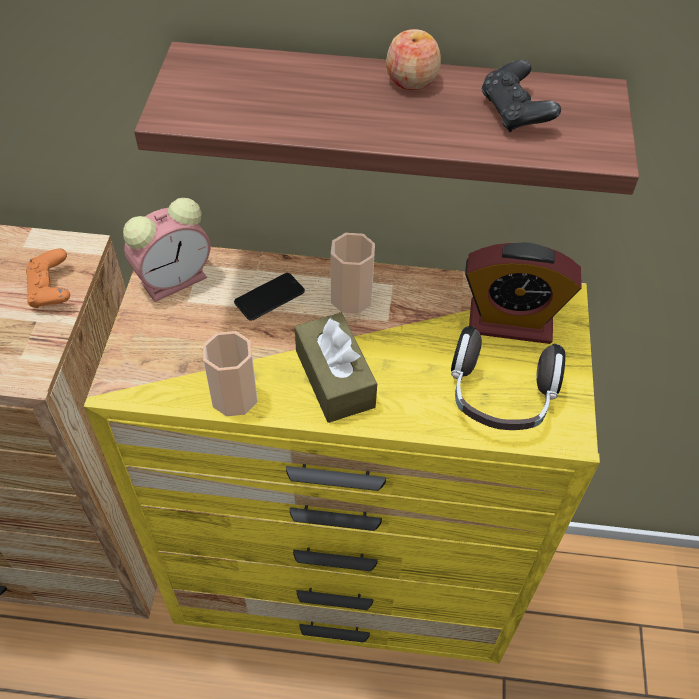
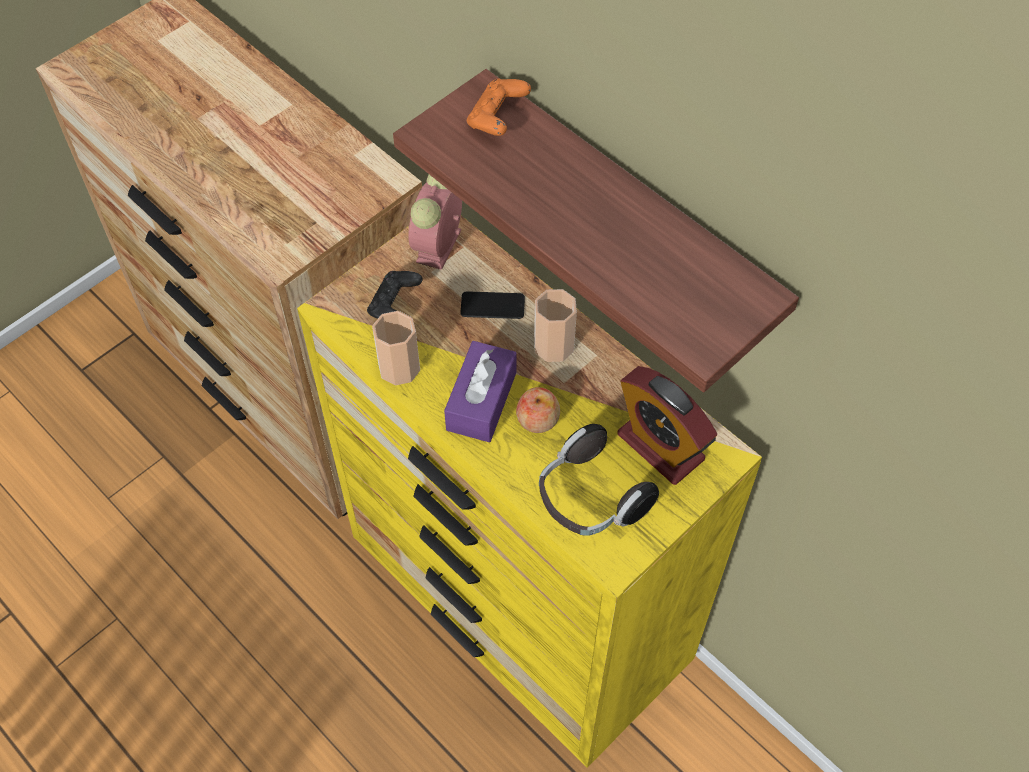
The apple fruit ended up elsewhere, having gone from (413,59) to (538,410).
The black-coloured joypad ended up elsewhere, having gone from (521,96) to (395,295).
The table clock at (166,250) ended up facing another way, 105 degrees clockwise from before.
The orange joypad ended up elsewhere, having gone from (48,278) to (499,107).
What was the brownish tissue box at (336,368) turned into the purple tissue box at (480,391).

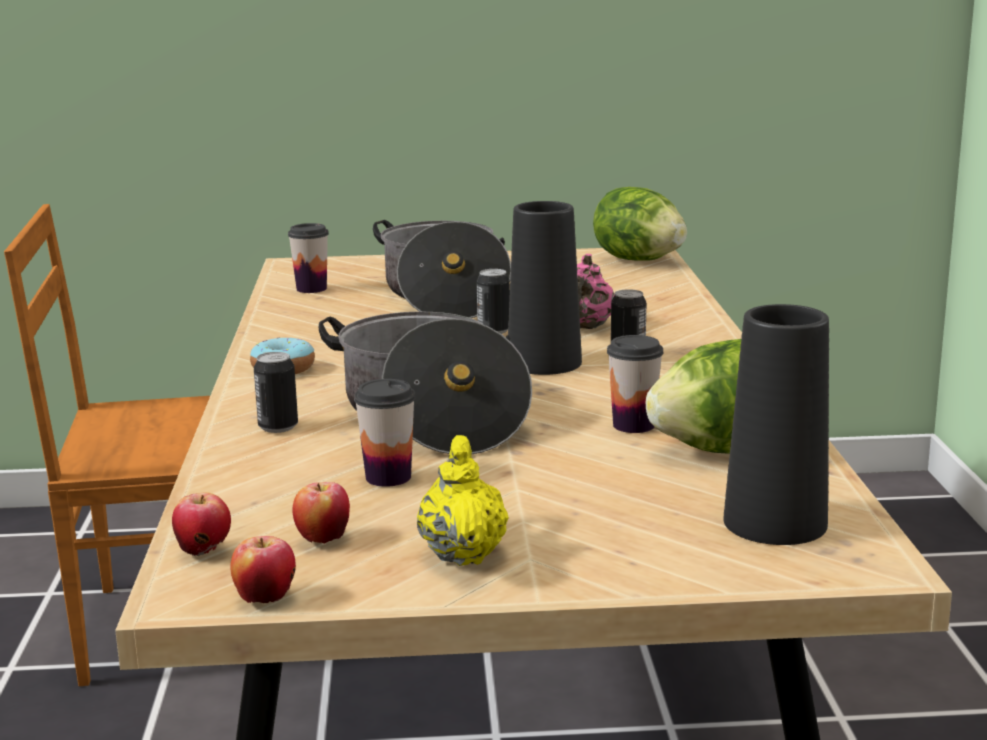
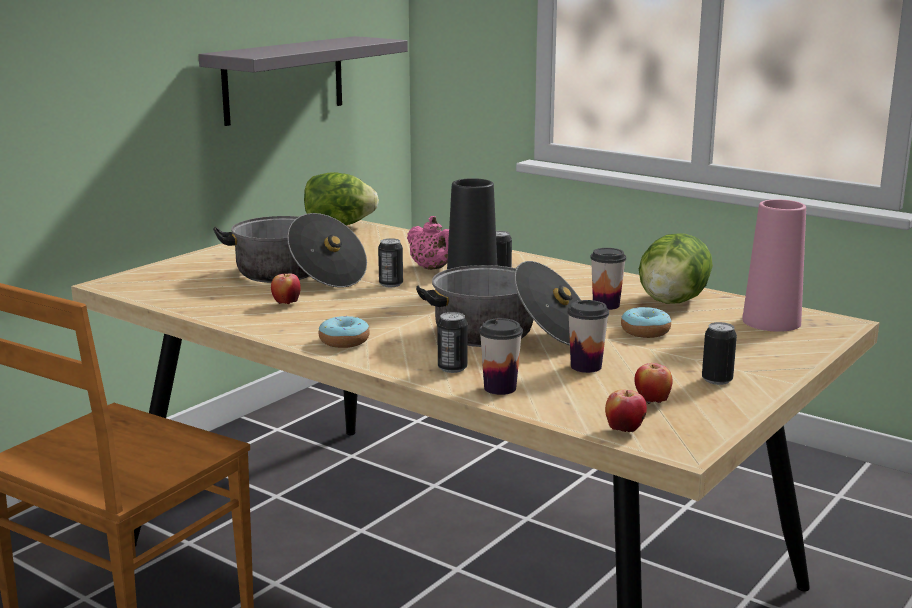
The cup ended up elsewhere, having gone from (308,258) to (501,356).
What was the black-coloured flower vase at (776,424) turned into the pink-coloured flower vase at (774,265).
Where the yellow tea pot stood at (463,500), the can came to stand at (719,353).
The apple fruit ended up elsewhere, having gone from (263,569) to (286,288).
The second view gained the gray shelf at (303,81).
The second view gained the donut at (646,322).

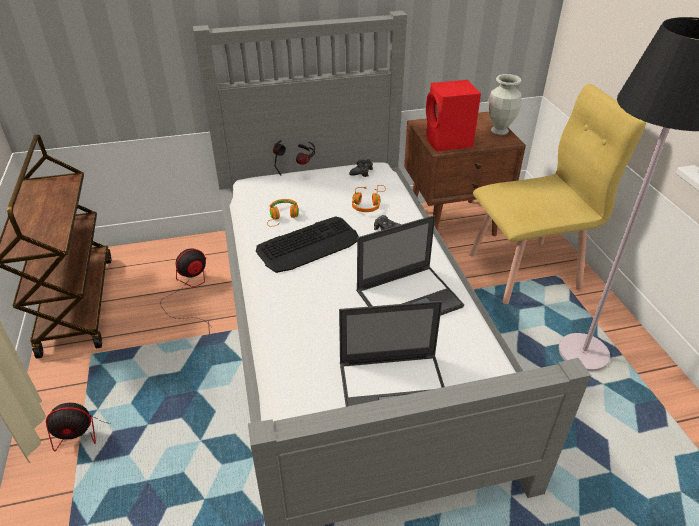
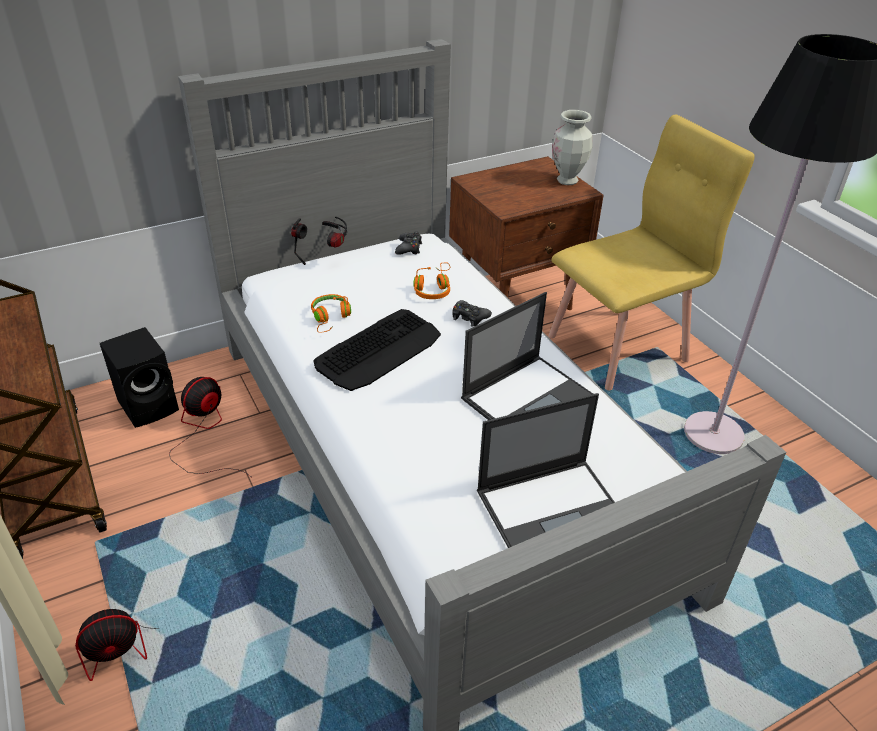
The second view lost the red-coloured speaker at (453,115).
The second view gained the black-coloured speaker at (139,377).

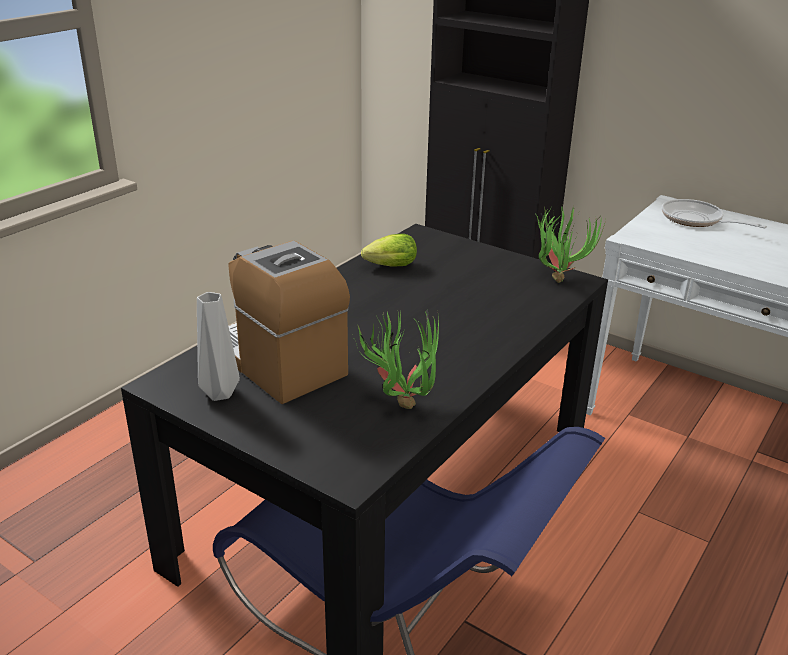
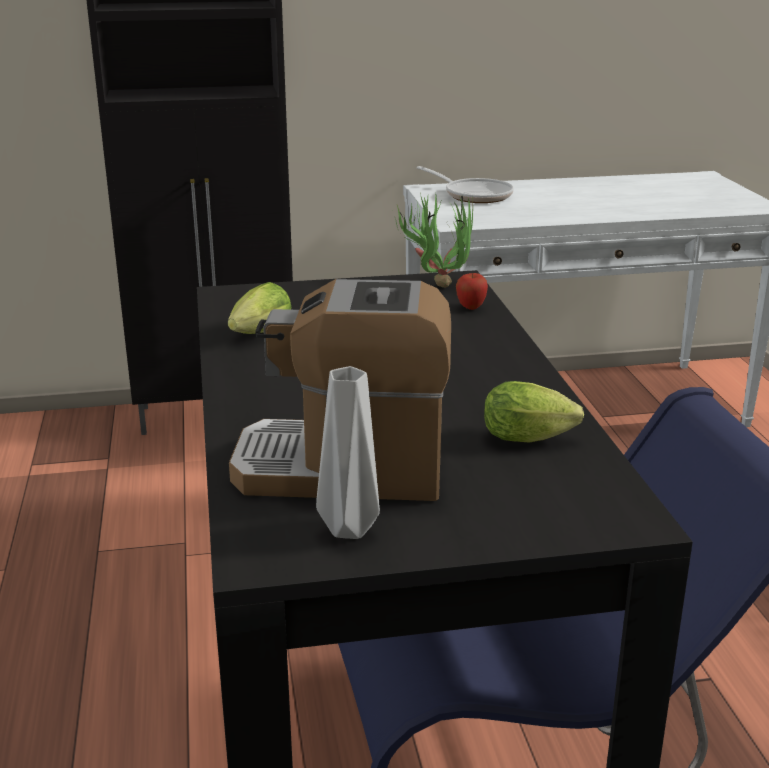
The frying pan at (714,213) ended up facing another way, 135 degrees counterclockwise from before.
Where the plant in a pot stood at (395,359), the lettuce head came to stand at (534,412).
The second view gained the apple fruit at (472,291).

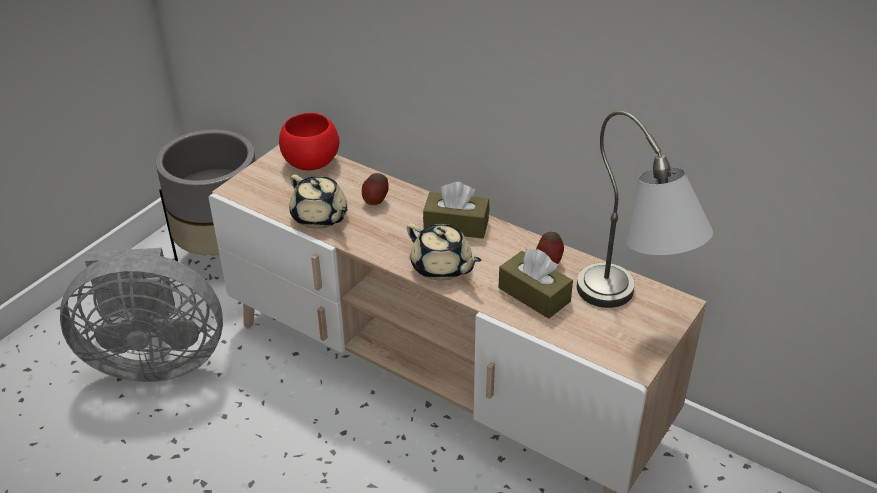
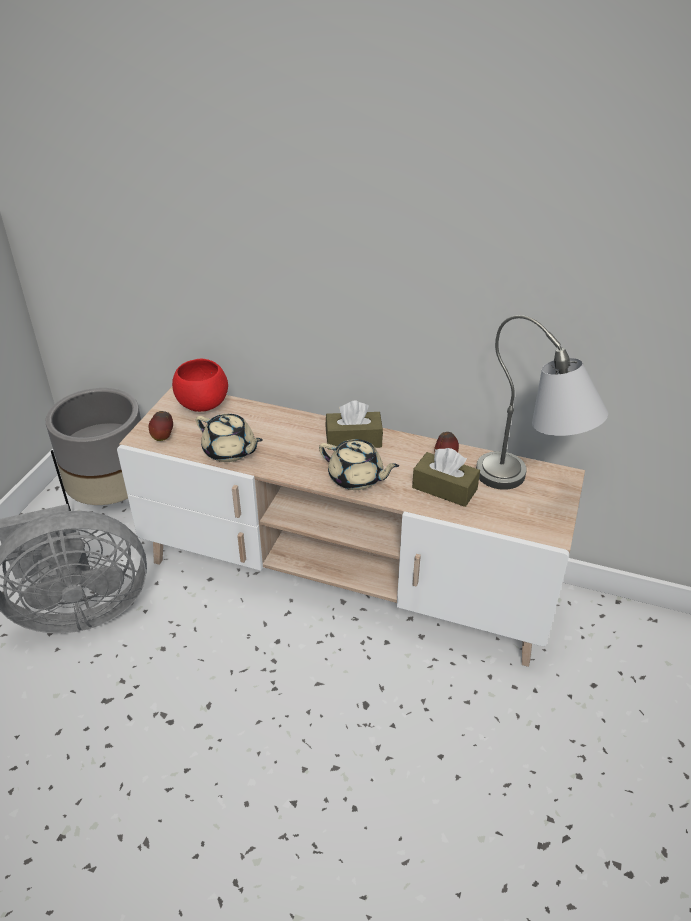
The apple fruit ended up elsewhere, having gone from (375,189) to (161,426).

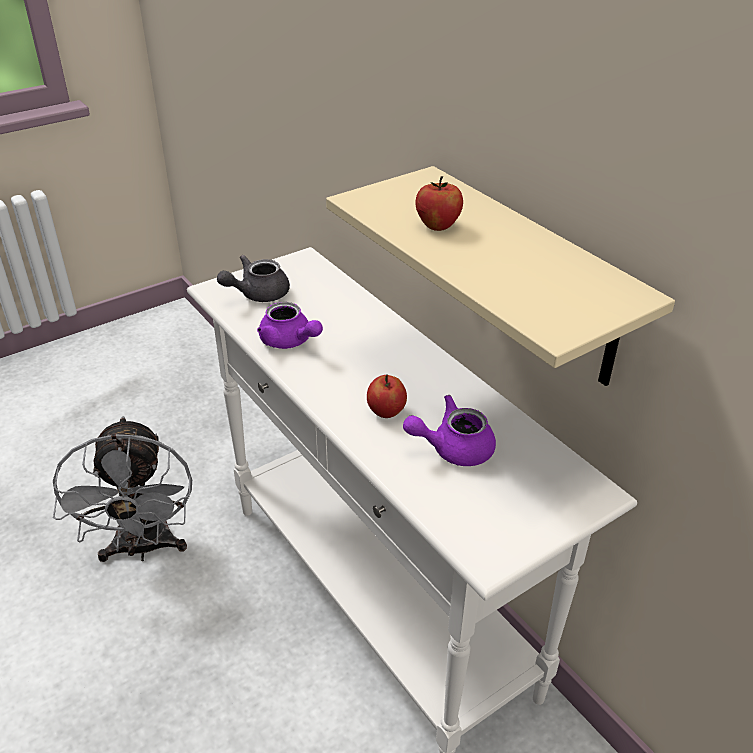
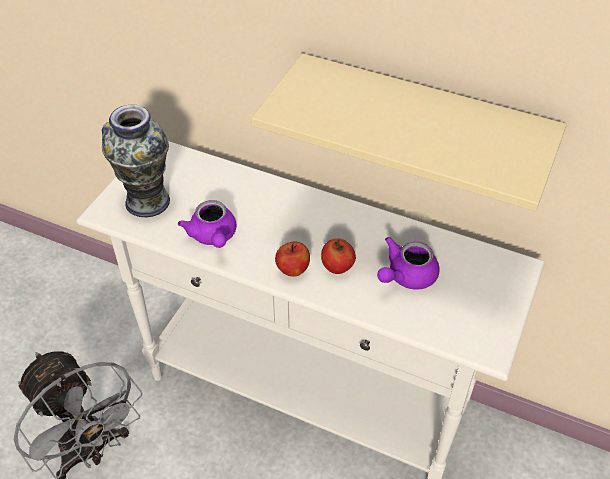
The apple fruit ended up elsewhere, having gone from (439,203) to (292,259).
Where the gray tea pot stood at (253,278), the flower vase came to stand at (136,161).
The purple tea pot at (290,325) ended up facing another way, 60 degrees clockwise from before.

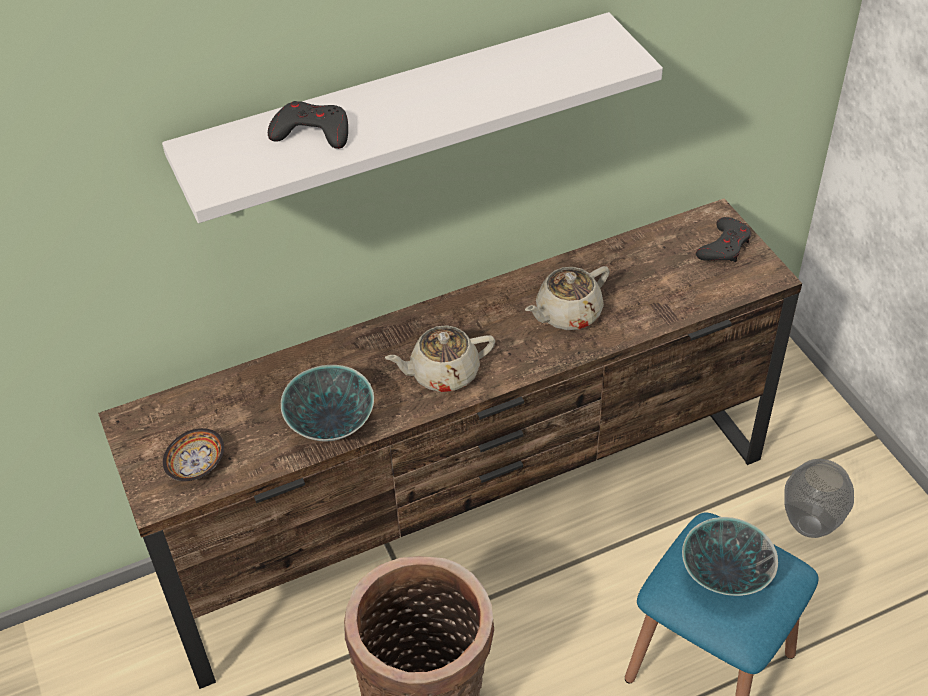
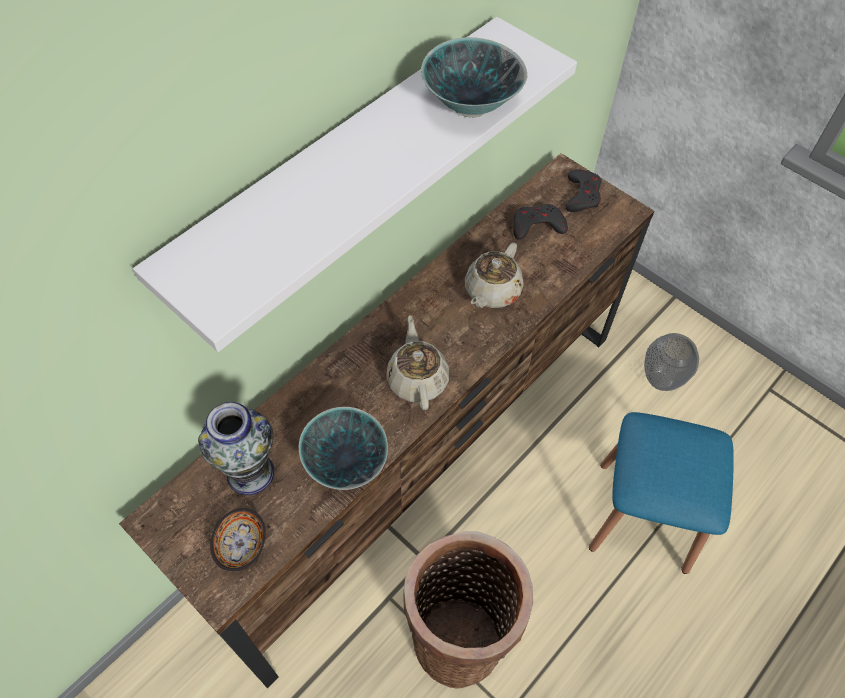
The gray joypad ended up elsewhere, having gone from (308,125) to (540,222).
The sand-coloured tea pot at (440,358) ended up facing another way, 120 degrees clockwise from before.
The deep dish ended up elsewhere, having gone from (730,556) to (474,77).
The second view gained the flower vase at (236,449).

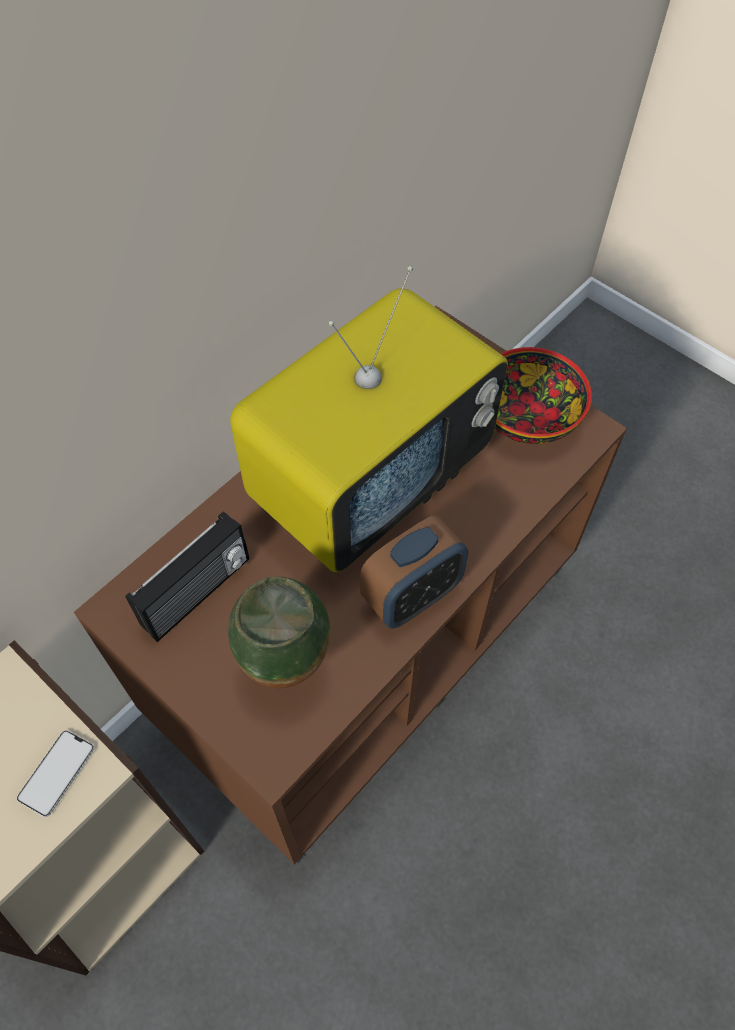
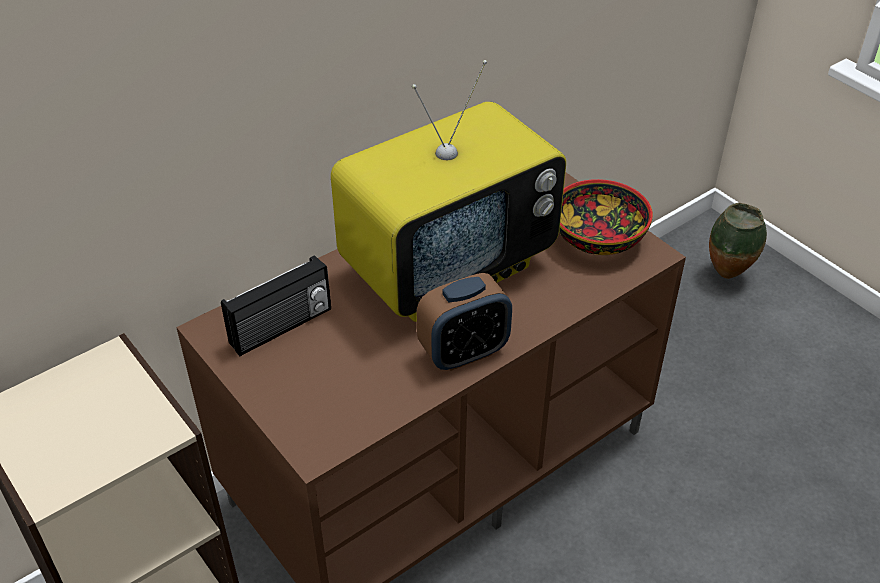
The flower vase ended up elsewhere, having gone from (279,632) to (738,241).
The second view lost the handset at (55,773).

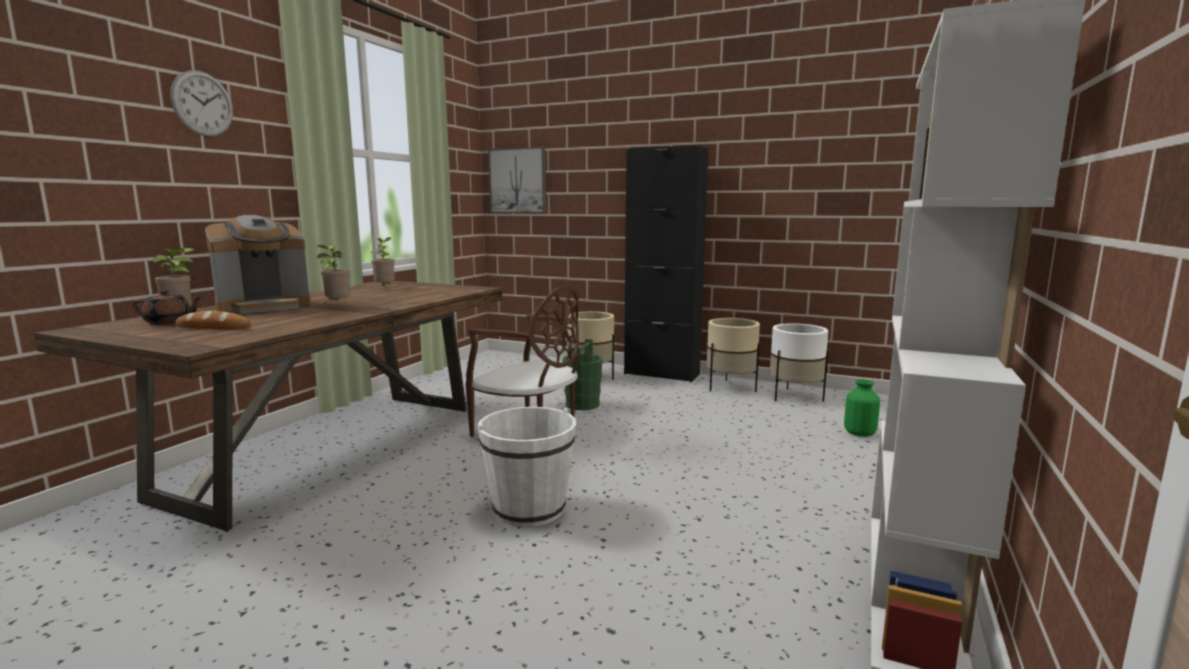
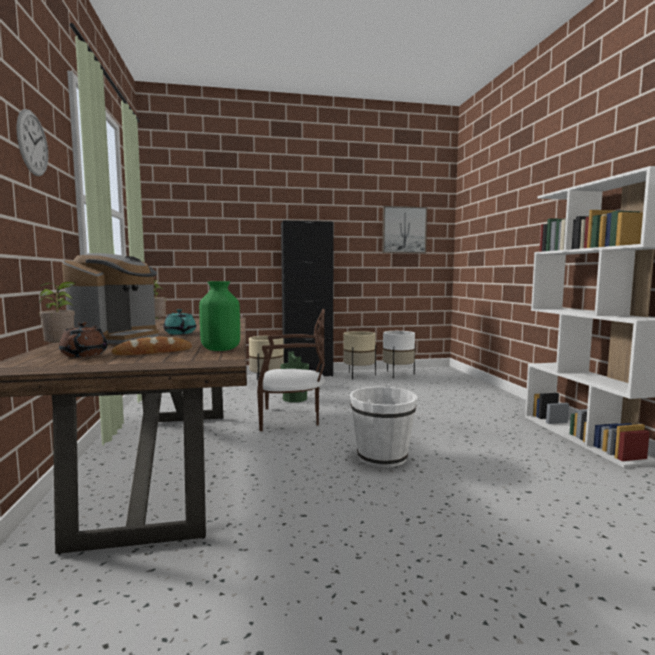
The wall picture ended up elsewhere, having gone from (517,180) to (404,229).
Where the plant in a pot stood at (333,273), the blue-green tea pot came to stand at (179,322).
The brownish tea pot at (167,307) ended up facing another way, 60 degrees counterclockwise from before.
The green-coloured flower vase ended up elsewhere, having gone from (862,408) to (219,316).

